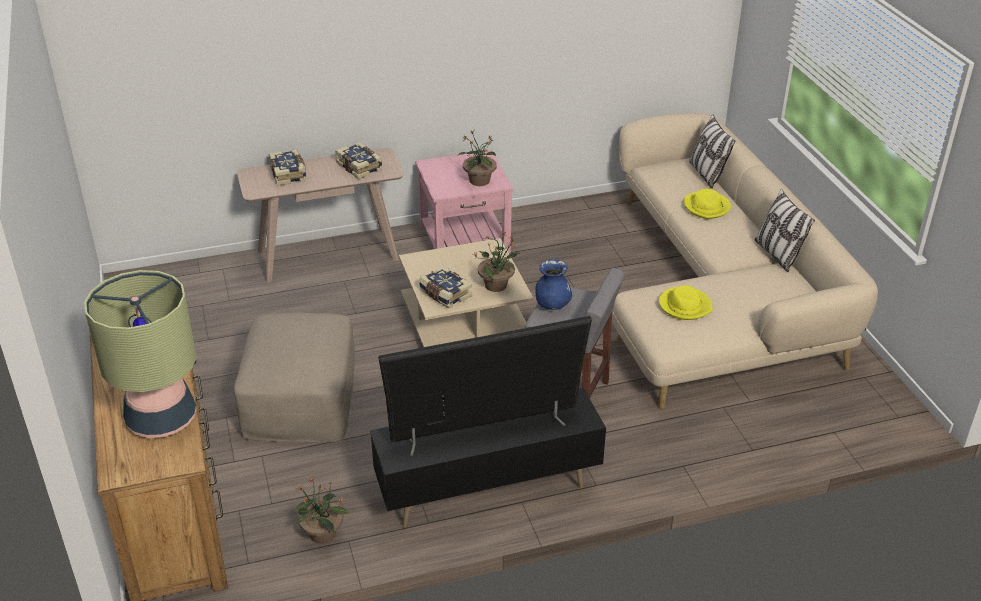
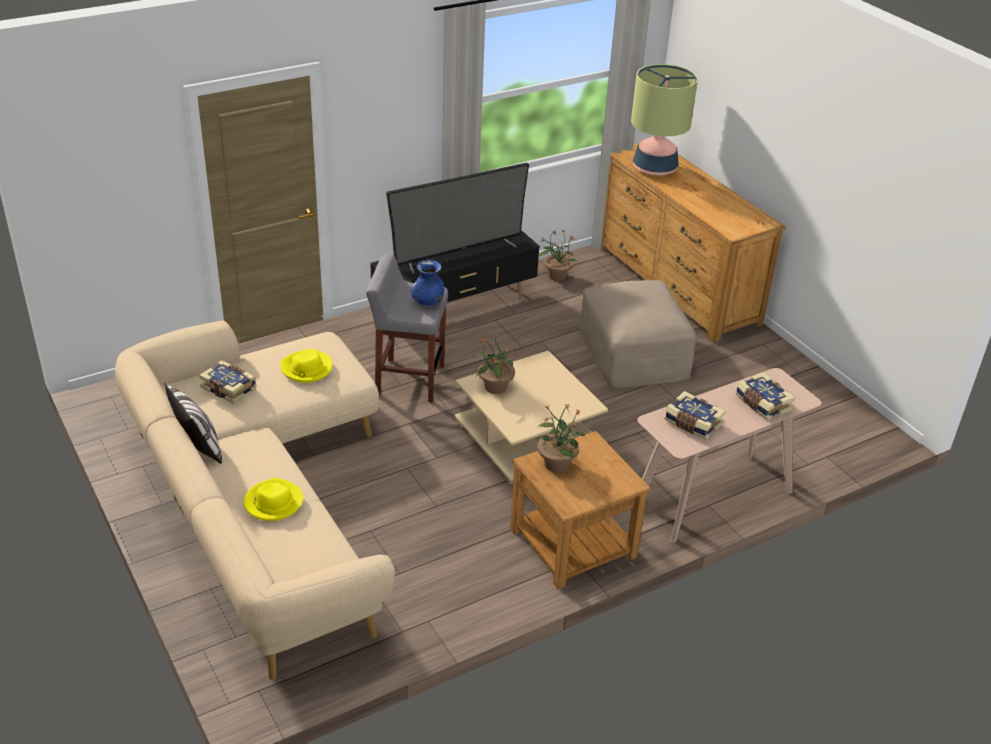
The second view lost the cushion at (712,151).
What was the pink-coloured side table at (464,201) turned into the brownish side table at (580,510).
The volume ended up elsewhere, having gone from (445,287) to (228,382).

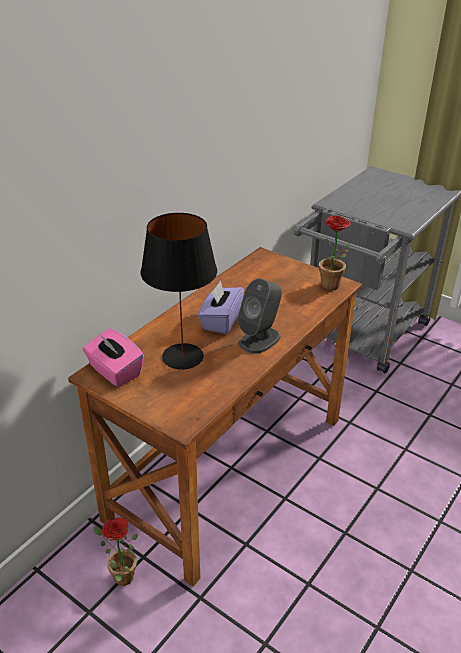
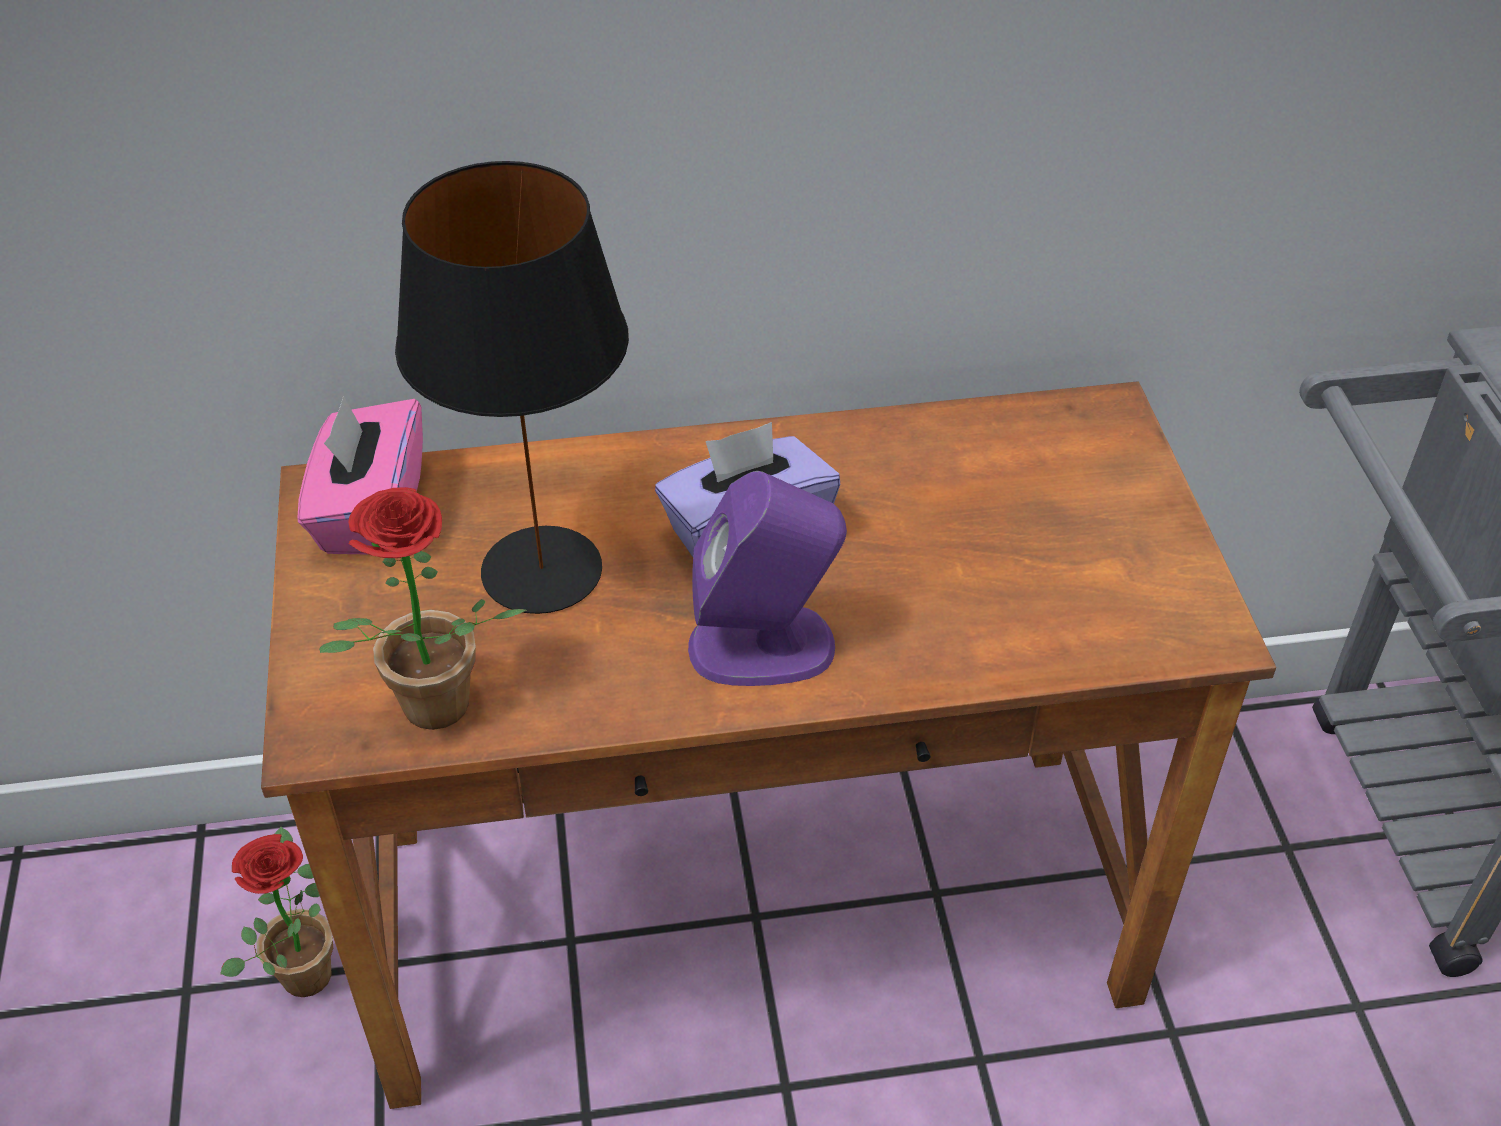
The plant in a pot ended up elsewhere, having gone from (335,252) to (423,608).
What was the gray speaker at (260,316) turned into the purple speaker at (767,578).

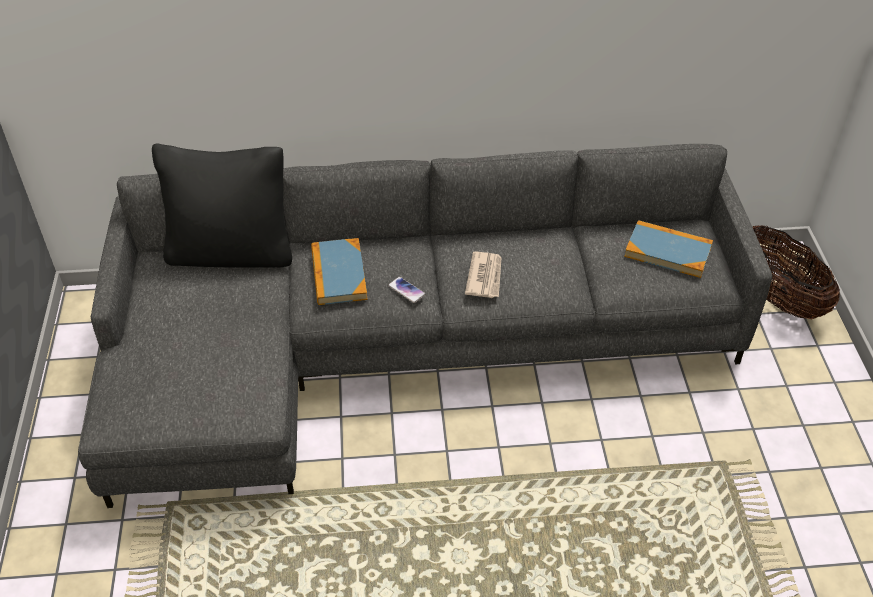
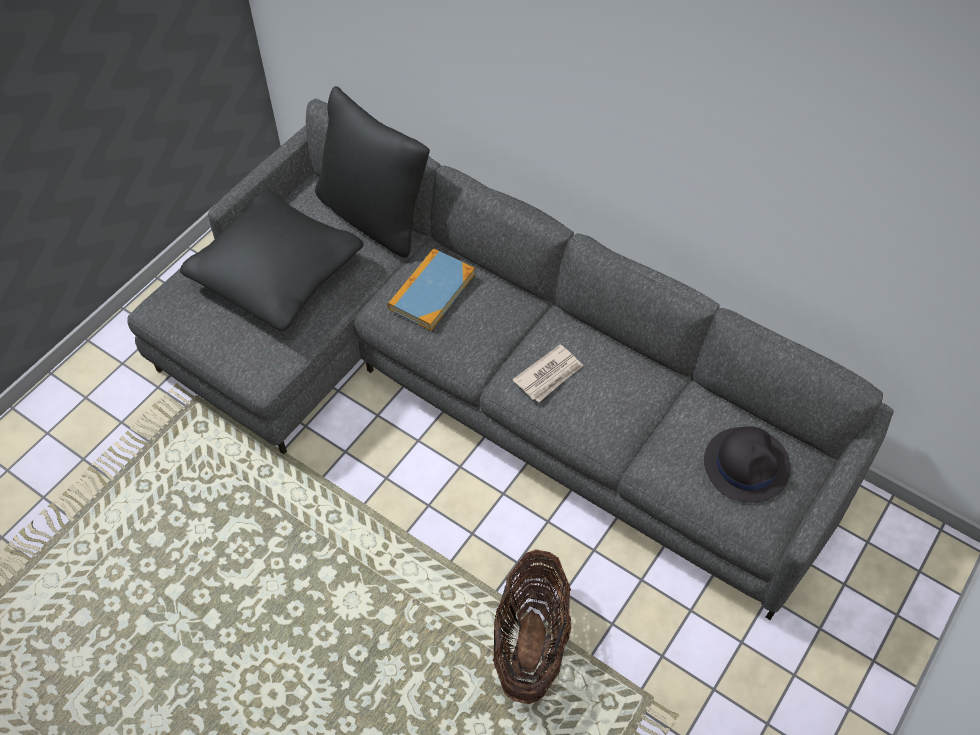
Where the volume stood at (668,249), the black-coloured hat came to stand at (747,464).
The household basket ended up elsewhere, having gone from (796,272) to (531,626).
The second view lost the handset at (407,290).
The second view gained the black-coloured cushion at (272,260).

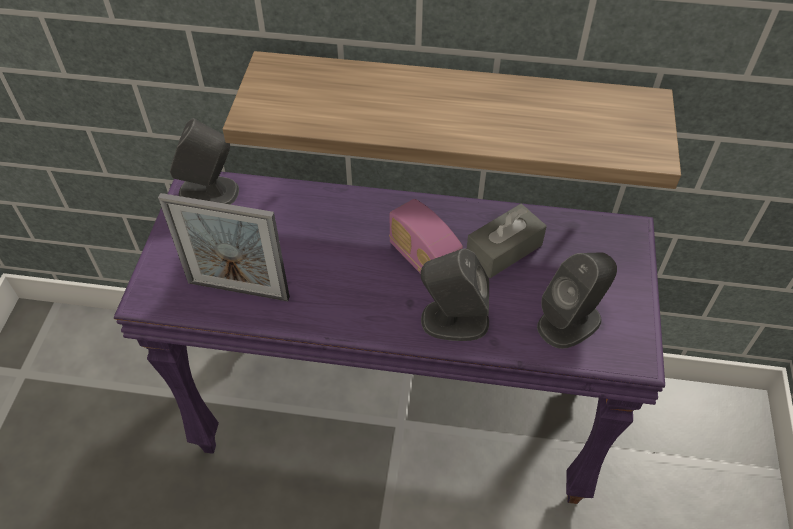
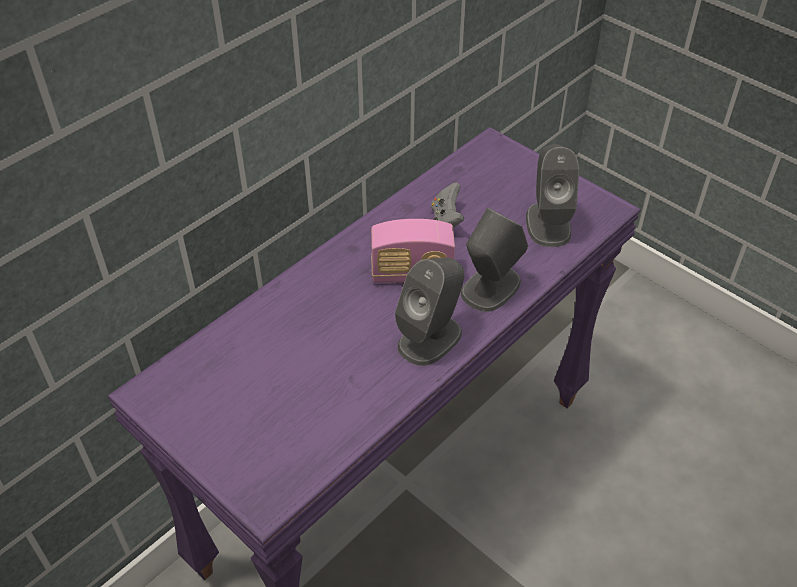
The second view lost the shelf at (452,120).
The gray speaker ended up elsewhere, having gone from (204,161) to (429,312).
The second view lost the picture frame at (224,247).
Where the gray tissue box stood at (507,241), the gray joypad came to stand at (447,205).

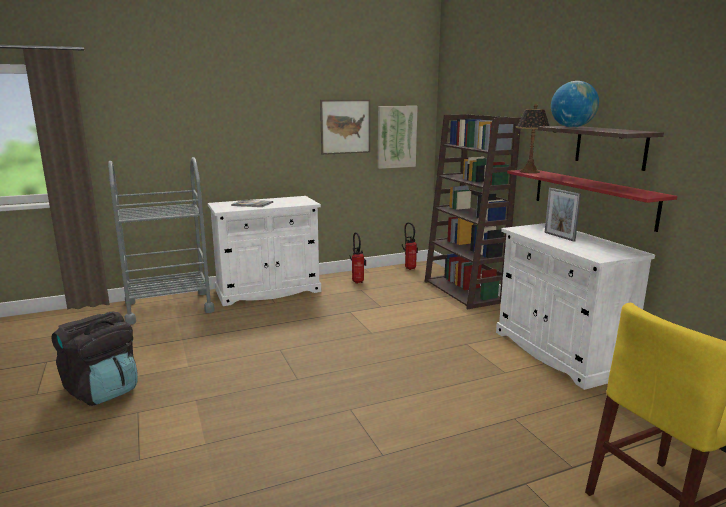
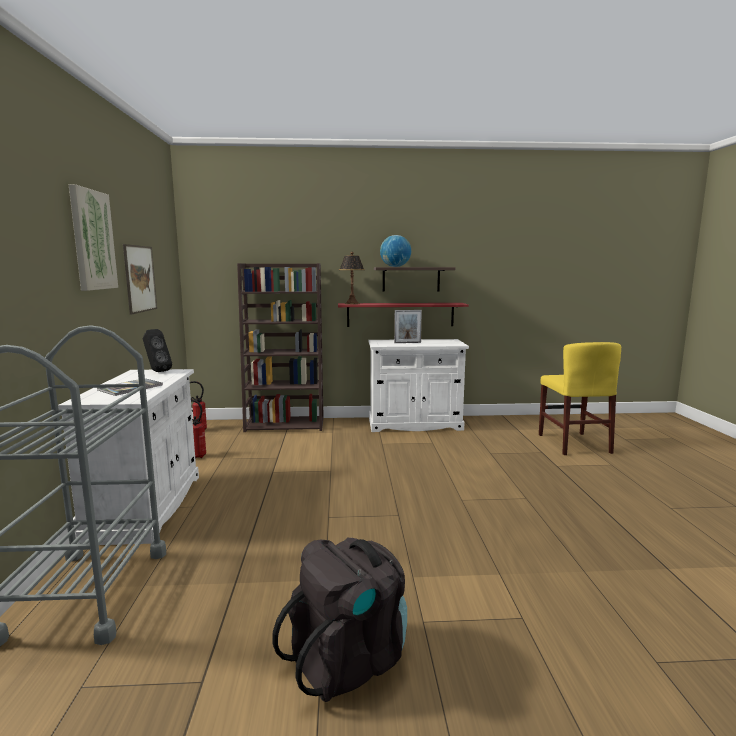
The wall picture ended up elsewhere, having gone from (398,137) to (93,237).
The second view gained the black-coloured speaker at (157,350).

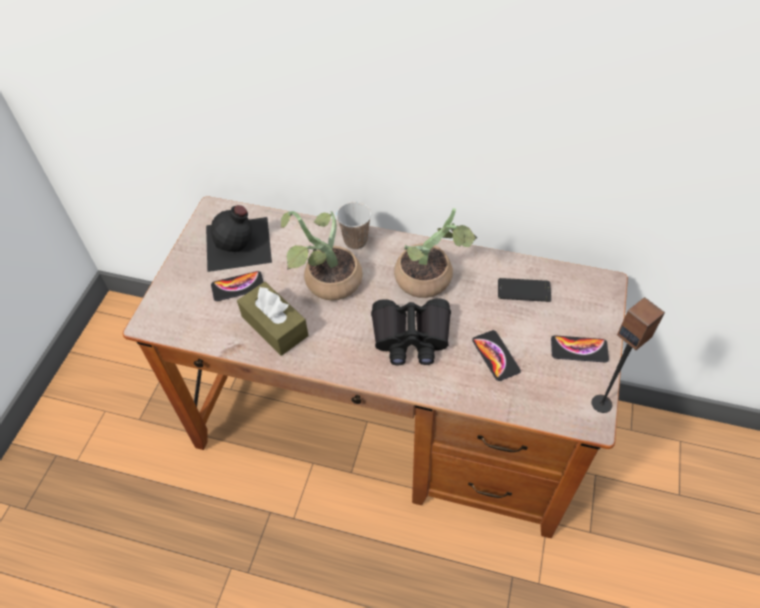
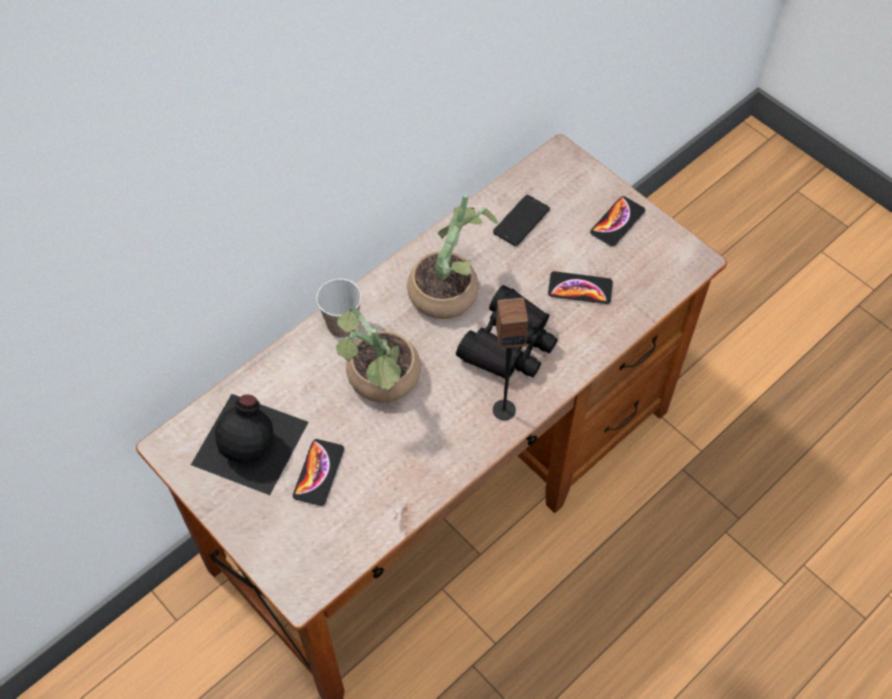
The second view lost the brownish tissue box at (272,319).
The speaker ended up elsewhere, having gone from (628,355) to (510,358).

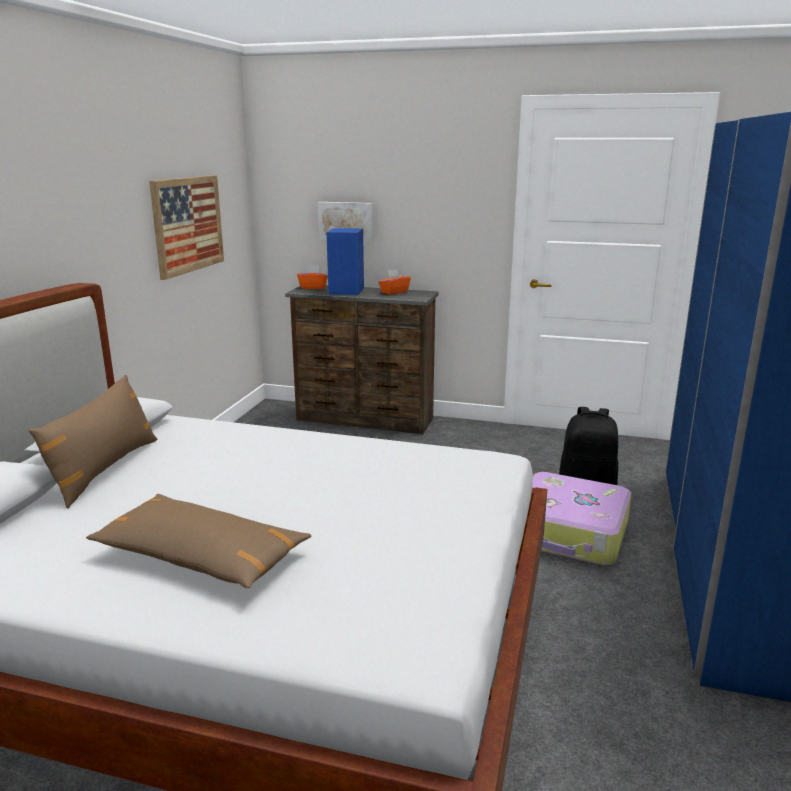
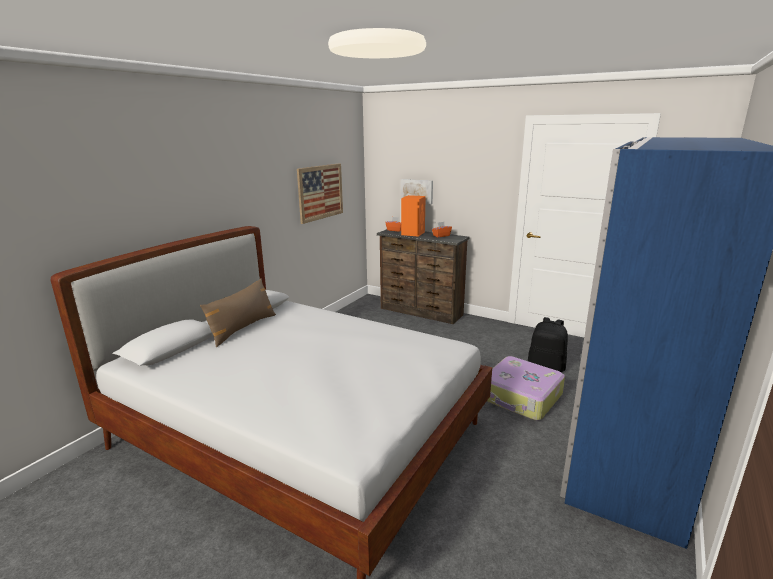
What was the blue-coloured speaker at (345,261) turned into the orange speaker at (413,216).
The second view lost the brownish cushion at (198,541).

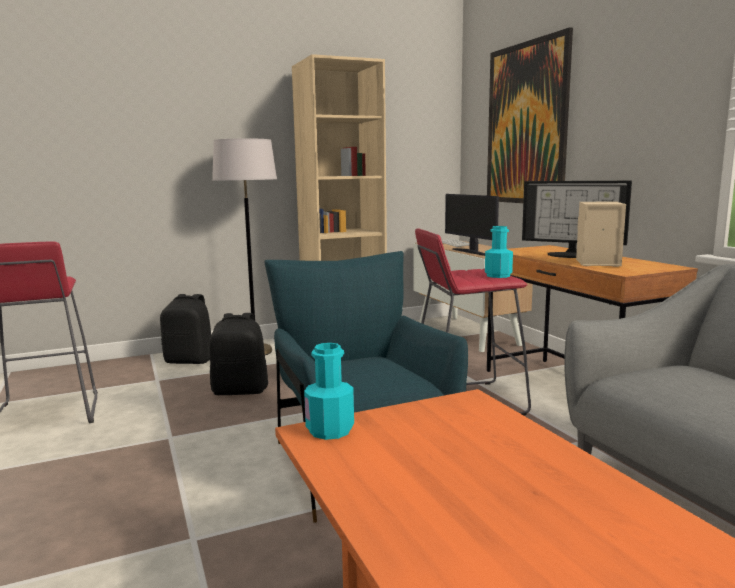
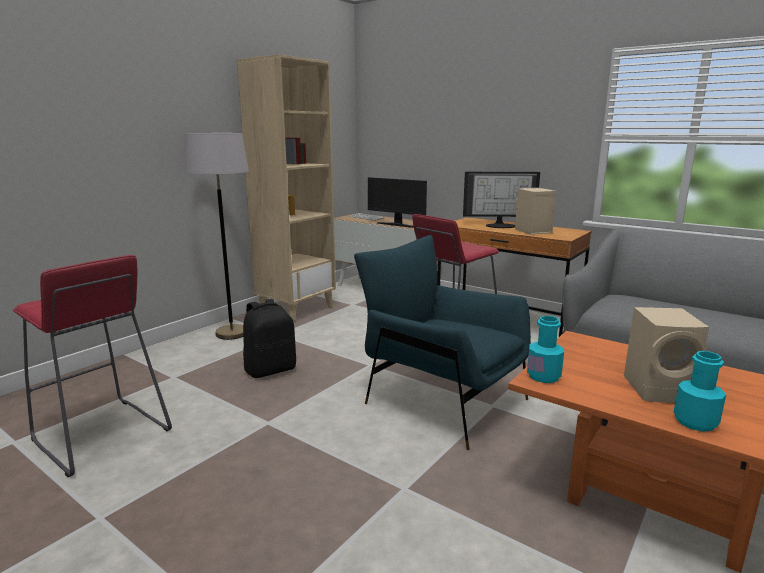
The second view lost the wall picture at (530,115).
The blue-green bottle ended up elsewhere, having gone from (499,252) to (699,391).
The second view lost the black-coloured knapsack at (185,329).
The second view gained the sand-coloured speaker at (666,355).

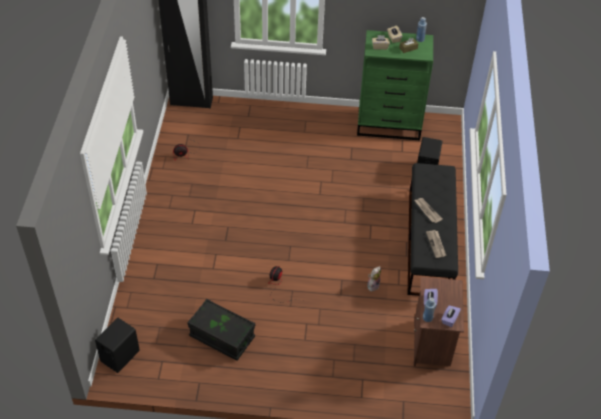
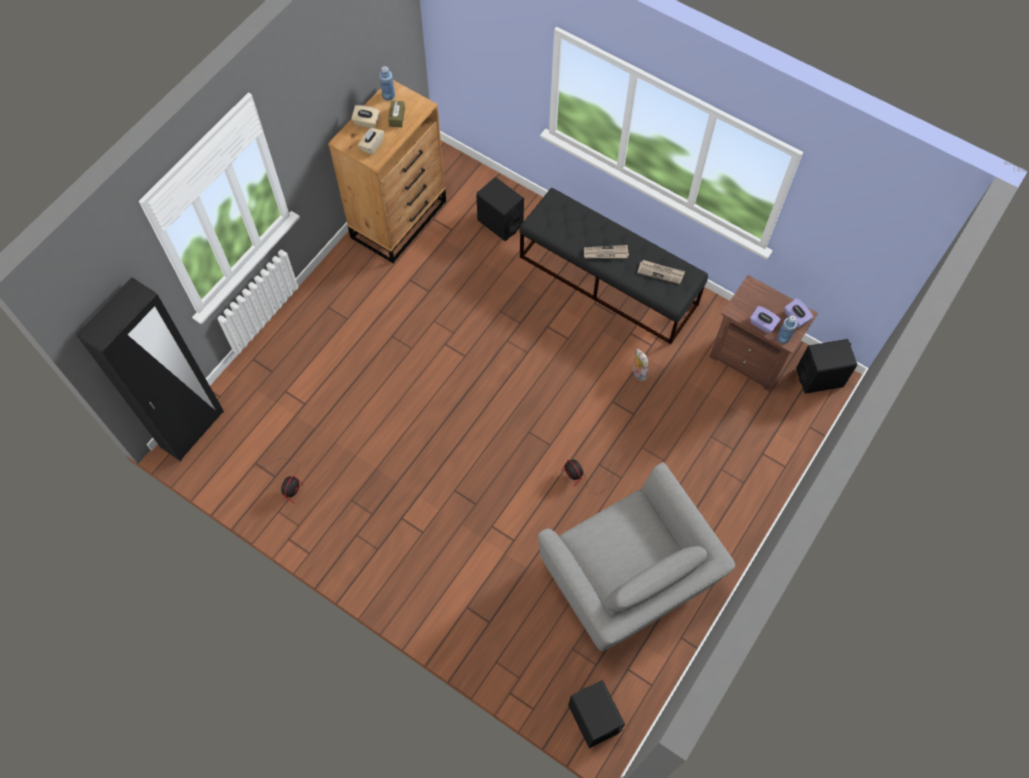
What was the green-coloured chest of drawers at (395,85) turned into the brownish chest of drawers at (387,171).
Where the black-coloured storage container stood at (221,330), the gray easy chair came to stand at (636,556).
The second view gained the black-coloured speaker at (826,366).

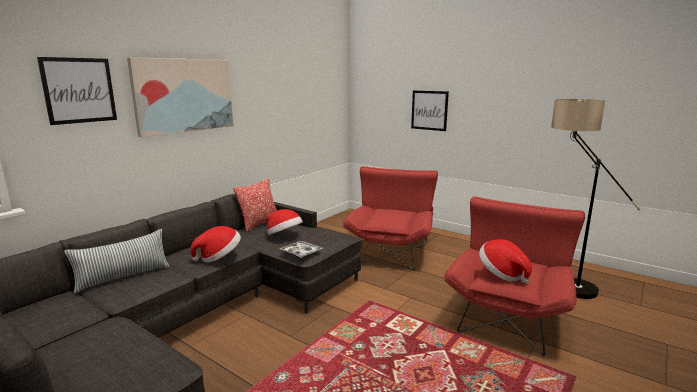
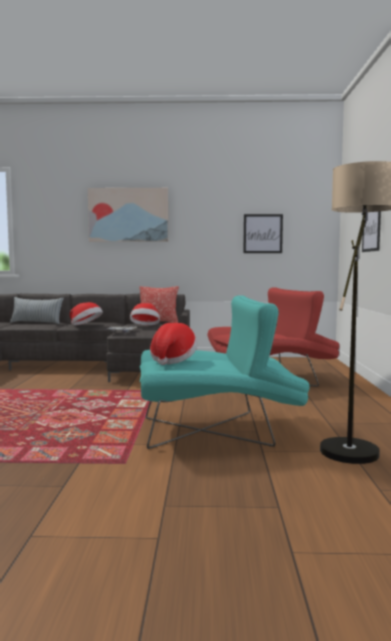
The wall picture ended up elsewhere, having gone from (77,91) to (263,233).
What was the red-coloured easy chair at (514,276) turned into the blue-green easy chair at (225,372).

